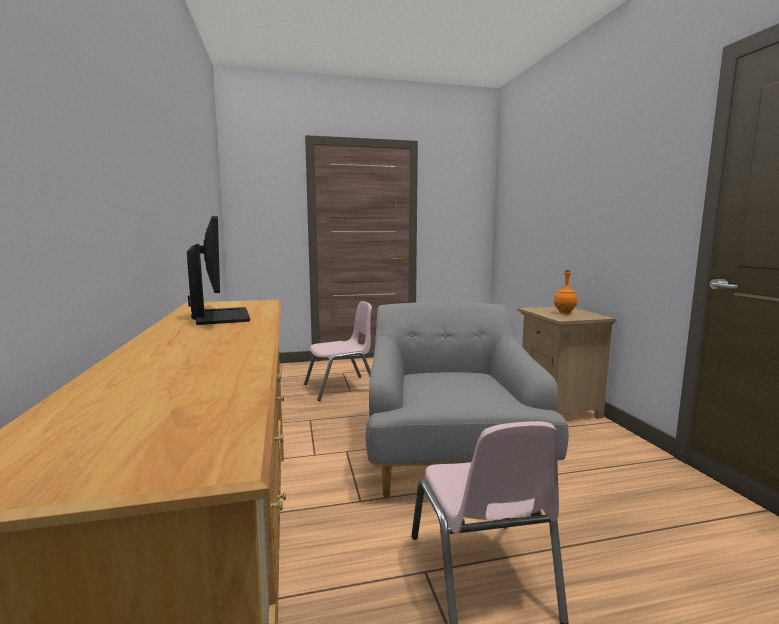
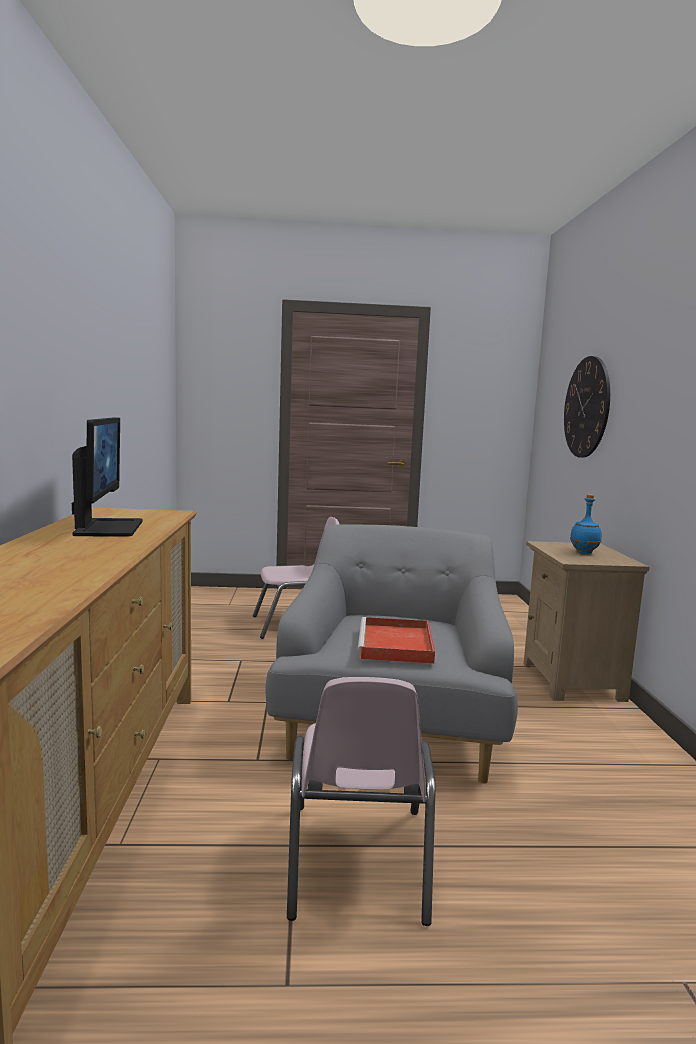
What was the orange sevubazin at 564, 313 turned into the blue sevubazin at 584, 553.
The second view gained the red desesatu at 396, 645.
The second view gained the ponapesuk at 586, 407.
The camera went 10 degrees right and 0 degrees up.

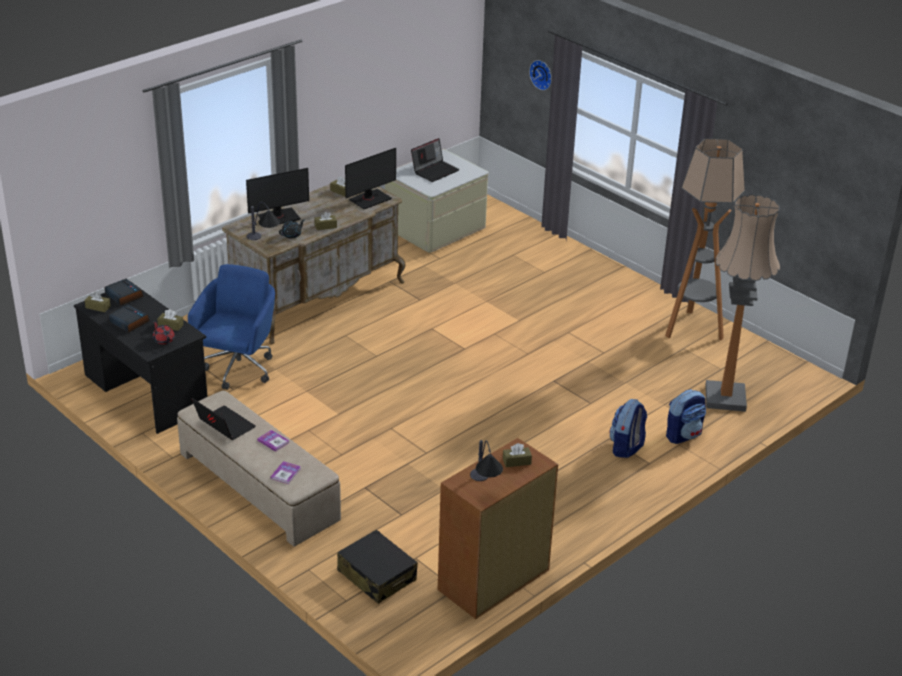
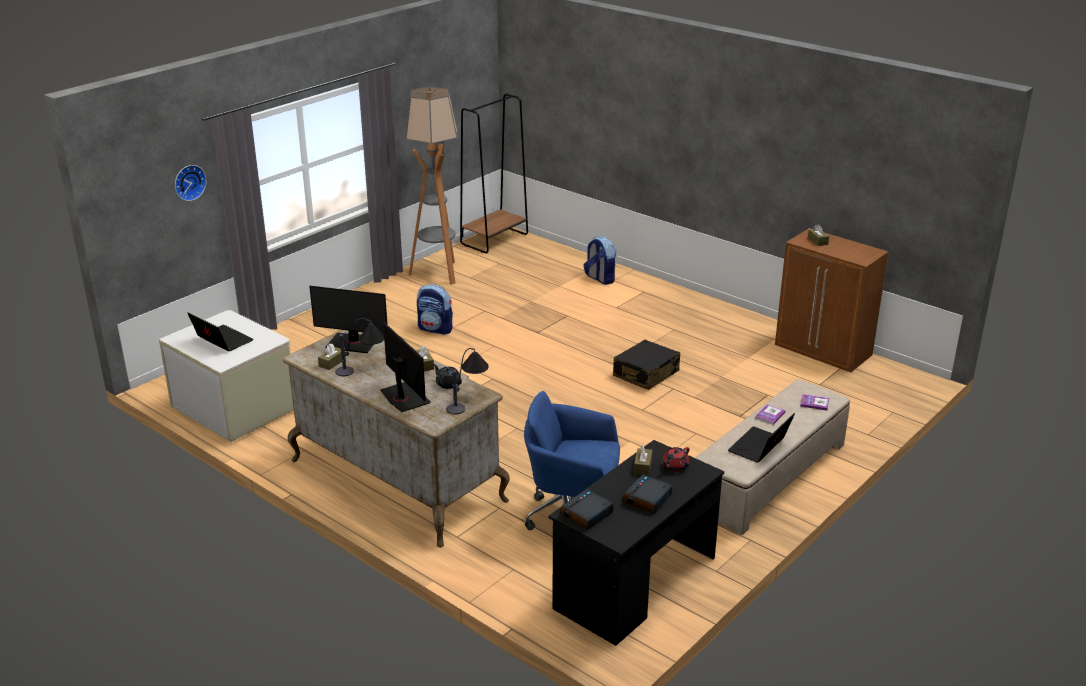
The second view lost the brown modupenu at 98, 307.
The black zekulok ended up elsewhere, having gone from 376, 575 to 645, 374.
The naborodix at 370, 199 ended up facing another way, 150 degrees clockwise from before.
The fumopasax ended up elsewhere, having gone from 484, 487 to 363, 368.
The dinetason ended up elsewhere, having gone from 626, 447 to 436, 329.
The second view lost the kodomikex at 725, 398.
The second view gained the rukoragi at 494, 239.
The camera went 95 degrees left and 5 degrees down.

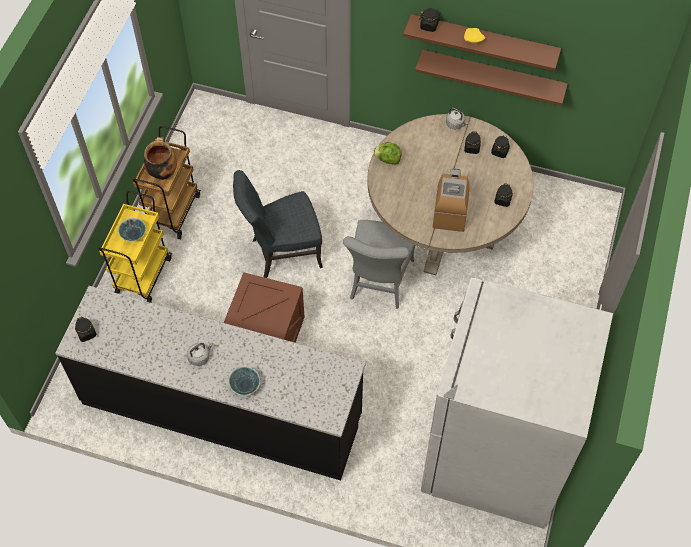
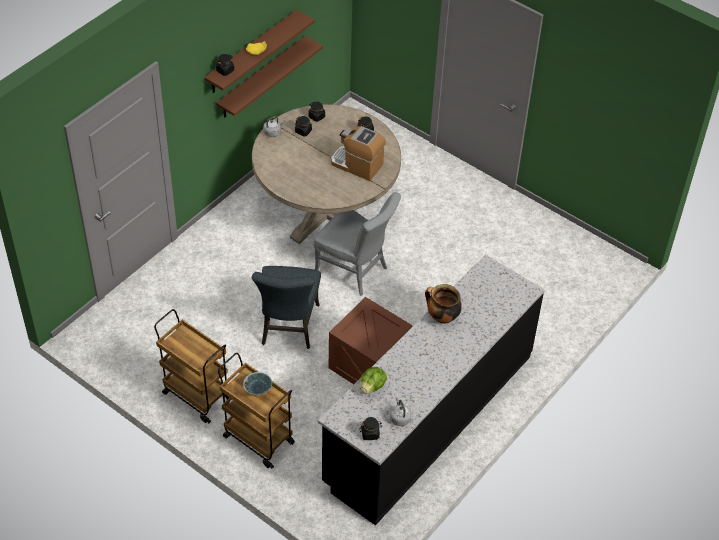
What was the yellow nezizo at 143, 276 turned into the brown nezizo at 258, 439.
The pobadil ended up elsewhere, having gone from 162, 172 to 442, 317.
The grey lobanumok ended up elsewhere, having gone from 200, 357 to 399, 418.
The second view lost the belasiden at 245, 386.
The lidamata ended up elsewhere, having gone from 387, 159 to 372, 387.
The second view lost the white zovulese at 494, 458.
The camera went 70 degrees left and 10 degrees down.

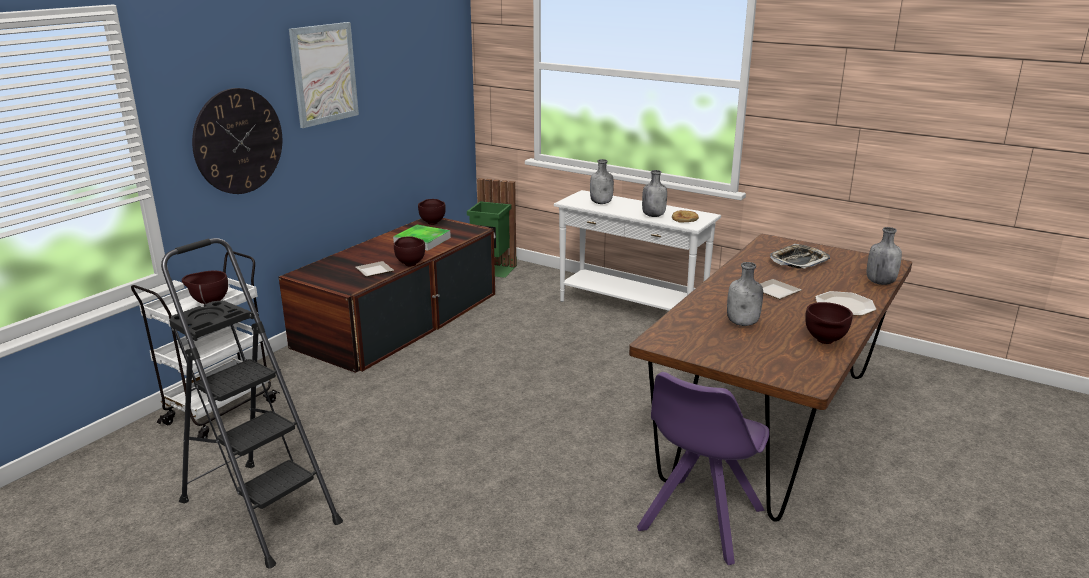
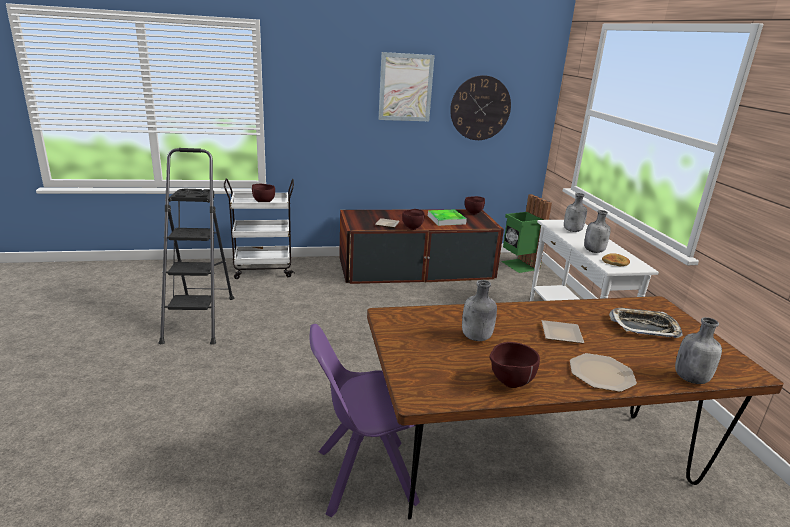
The ponapesuk ended up elsewhere, having gone from 238, 141 to 480, 108.
The camera went 45 degrees right and 0 degrees up.

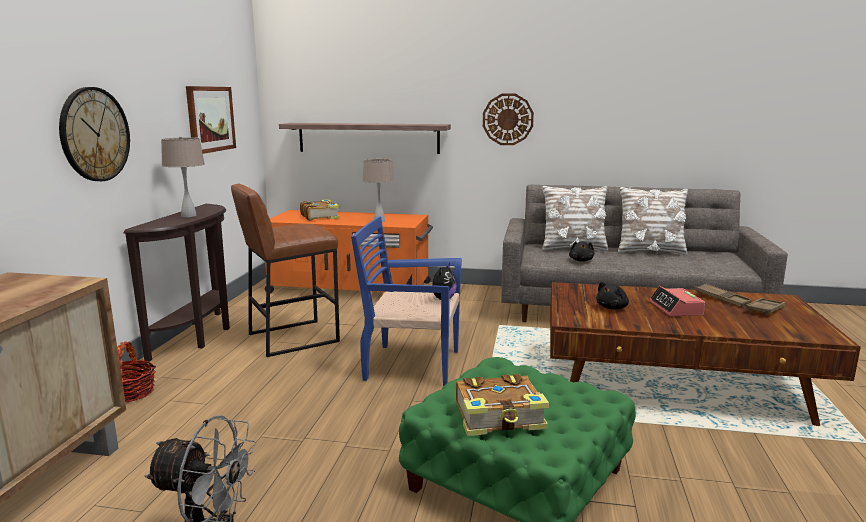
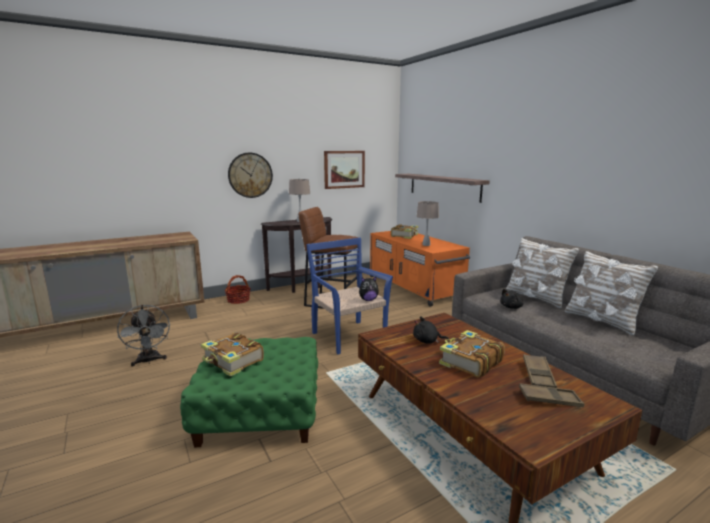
The second view lost the ponapesuk at 508, 119.
Where the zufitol stood at 676, 309, the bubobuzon came to stand at 470, 362.
The camera went 50 degrees right and 0 degrees up.

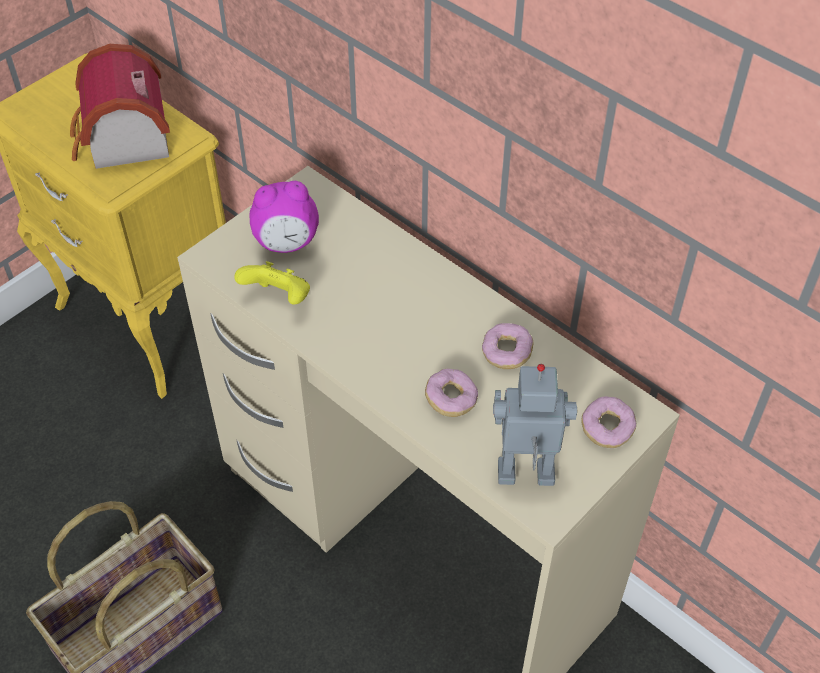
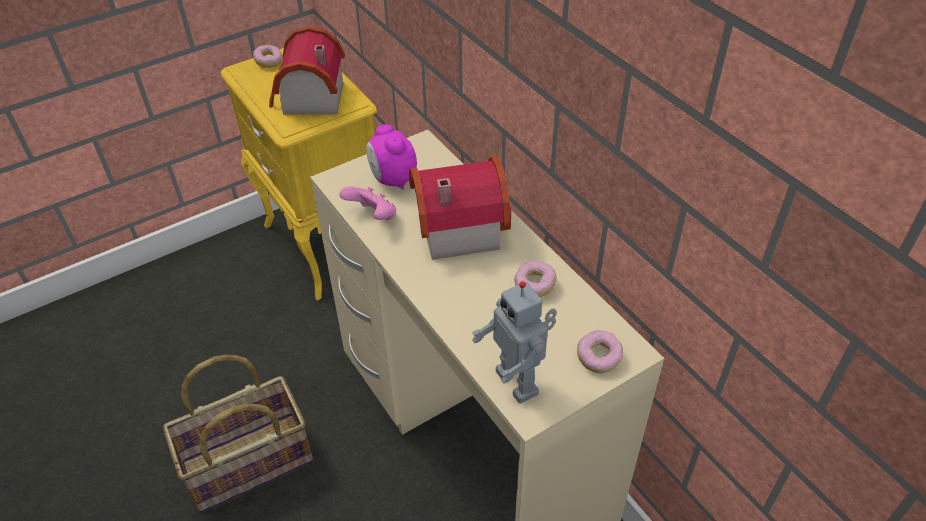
What was the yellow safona at 278, 298 turned into the pink safona at 372, 216.
The zufitol at 287, 243 ended up facing another way, 60 degrees clockwise from before.
The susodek ended up elsewhere, having gone from 451, 400 to 269, 62.
The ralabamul at 525, 477 ended up facing another way, 135 degrees counterclockwise from before.
The second view gained the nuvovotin at 455, 226.
The camera went 15 degrees right and 5 degrees down.

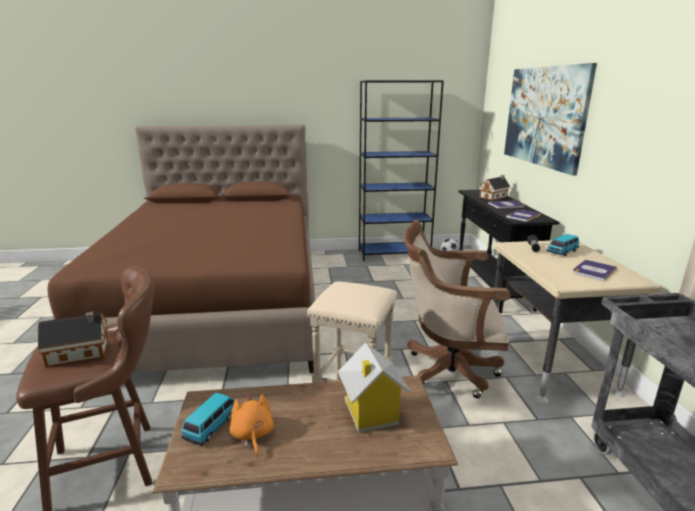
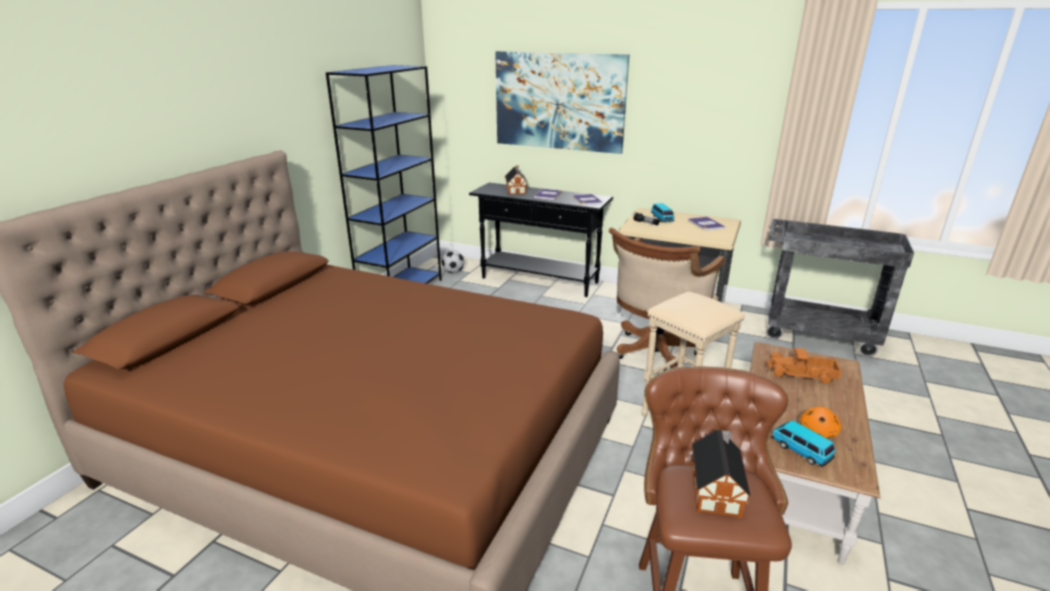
The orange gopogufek at 252, 435 ended up facing another way, 75 degrees counterclockwise from before.
Where the nuvovotin stood at 370, 413, the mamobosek came to stand at 801, 374.
The camera went 60 degrees left and 5 degrees up.

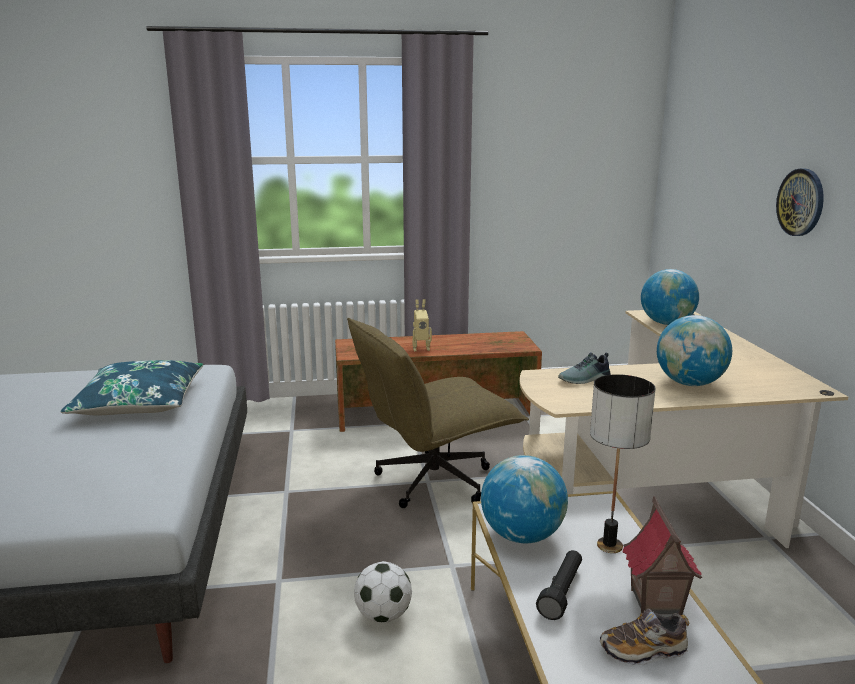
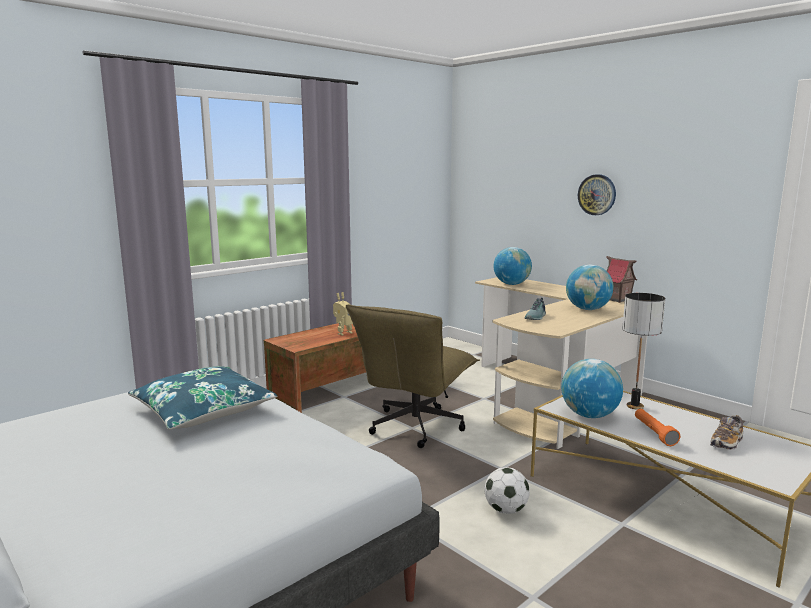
What was the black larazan at 561, 592 turned into the orange larazan at 654, 433.
The nuvovotin ended up elsewhere, having gone from 655, 602 to 617, 300.
The camera went 35 degrees left and 5 degrees down.

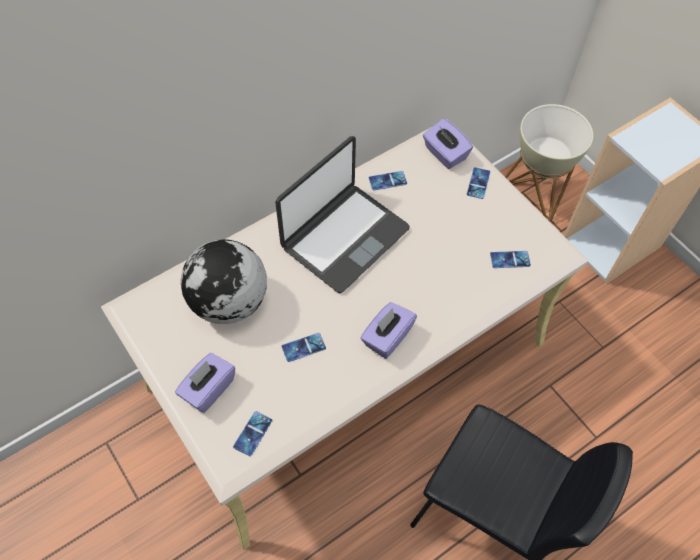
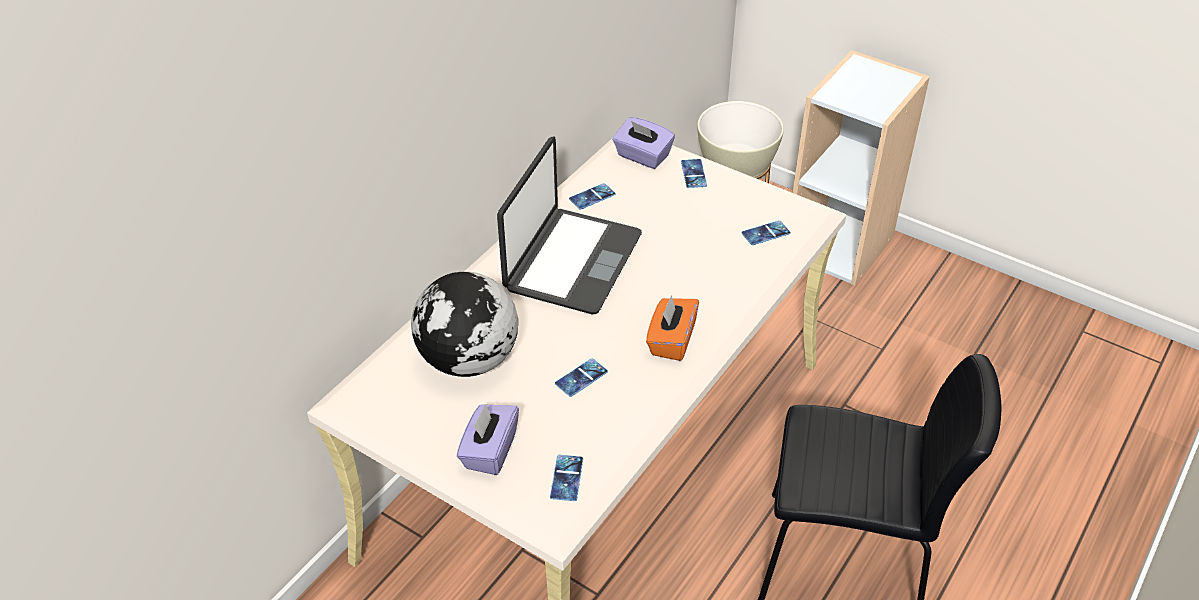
What was the purple modupenu at 387, 337 turned into the orange modupenu at 671, 341.
The camera went 20 degrees left and 15 degrees down.

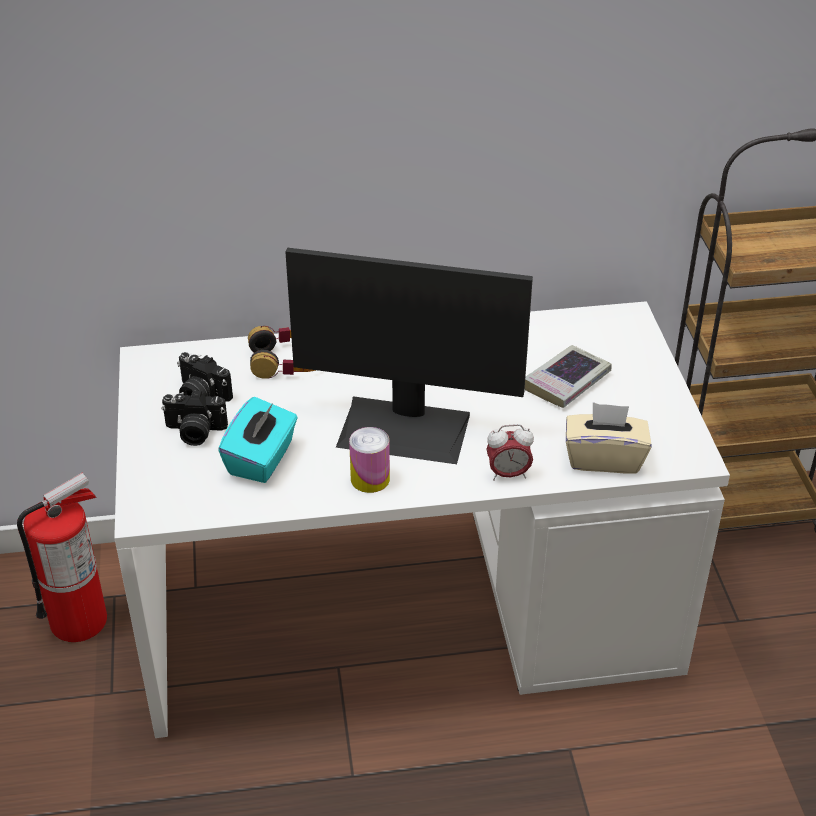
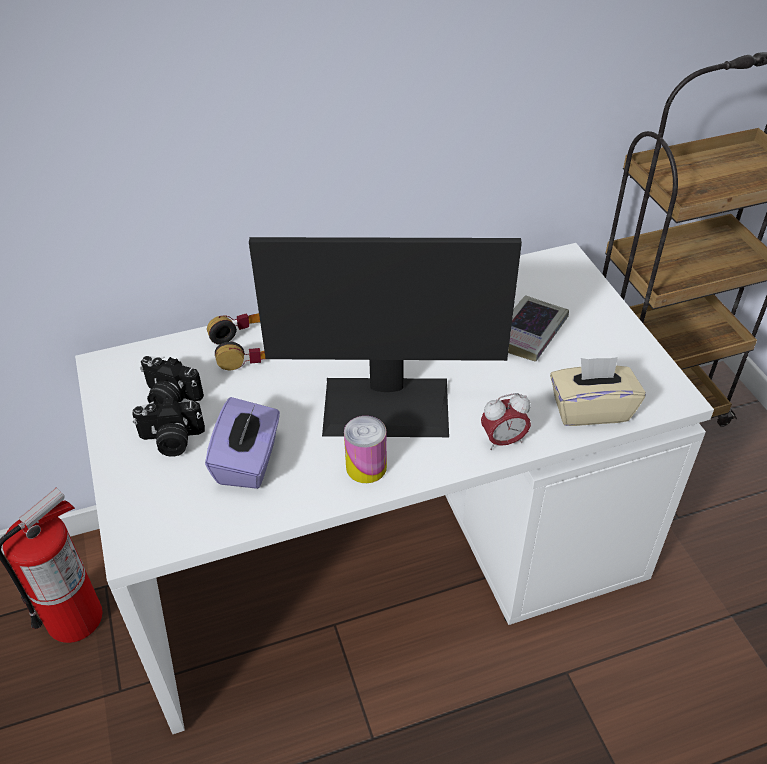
What was the turquoise modupenu at 261, 459 turned into the purple modupenu at 248, 461.
The camera went 10 degrees left and 5 degrees up.

